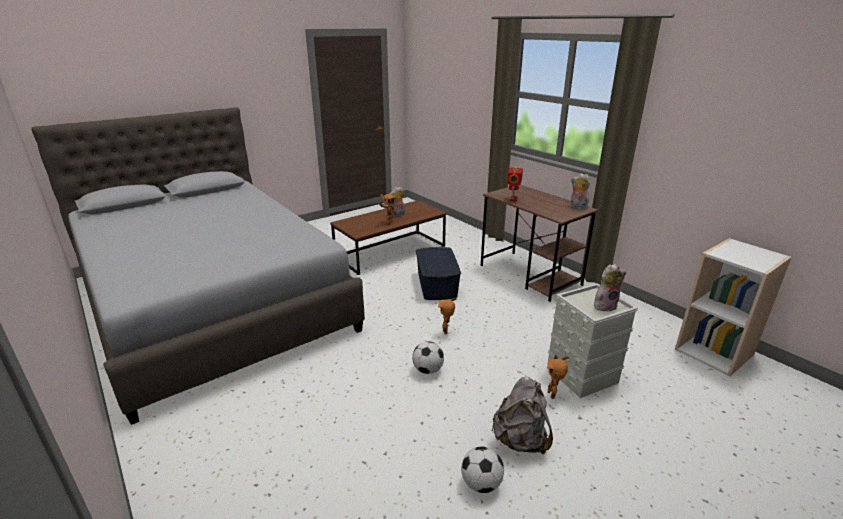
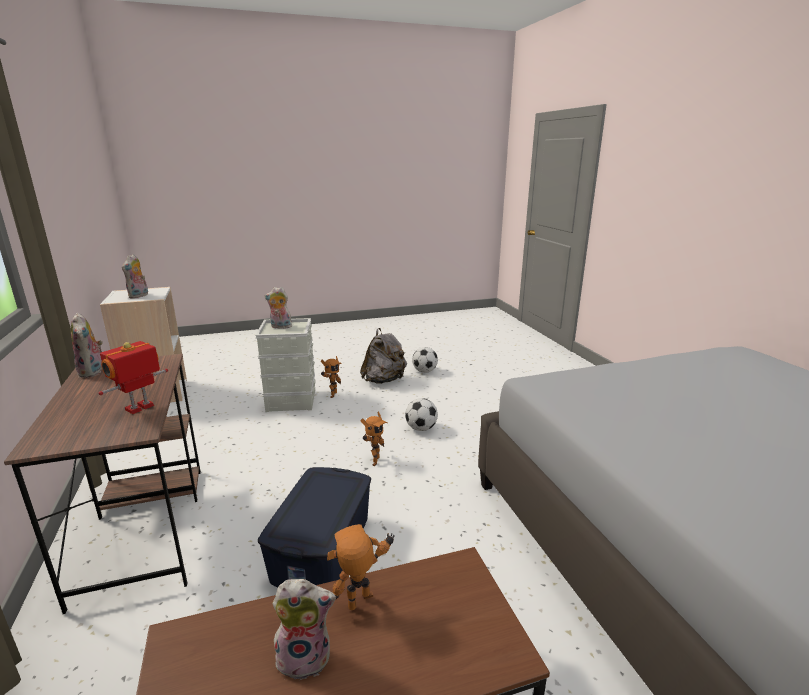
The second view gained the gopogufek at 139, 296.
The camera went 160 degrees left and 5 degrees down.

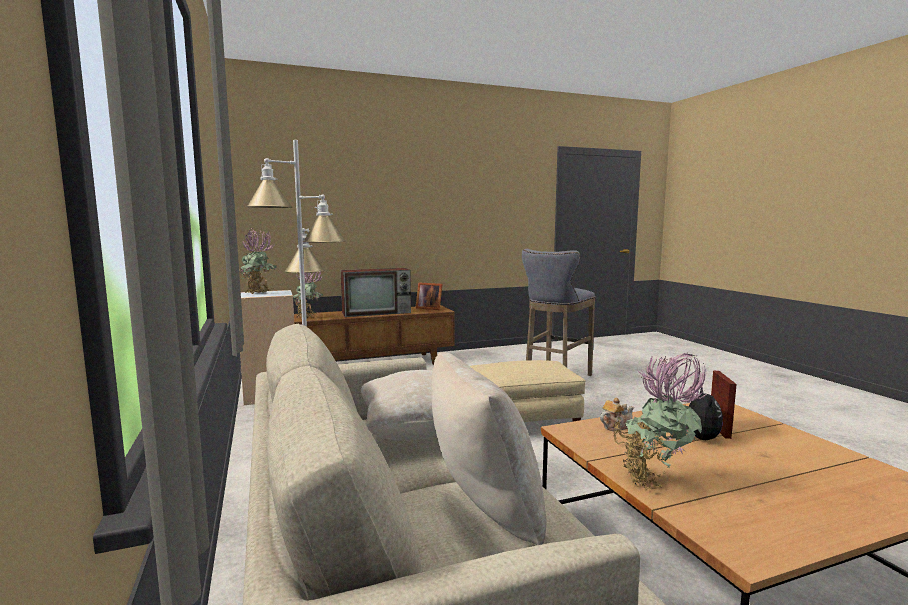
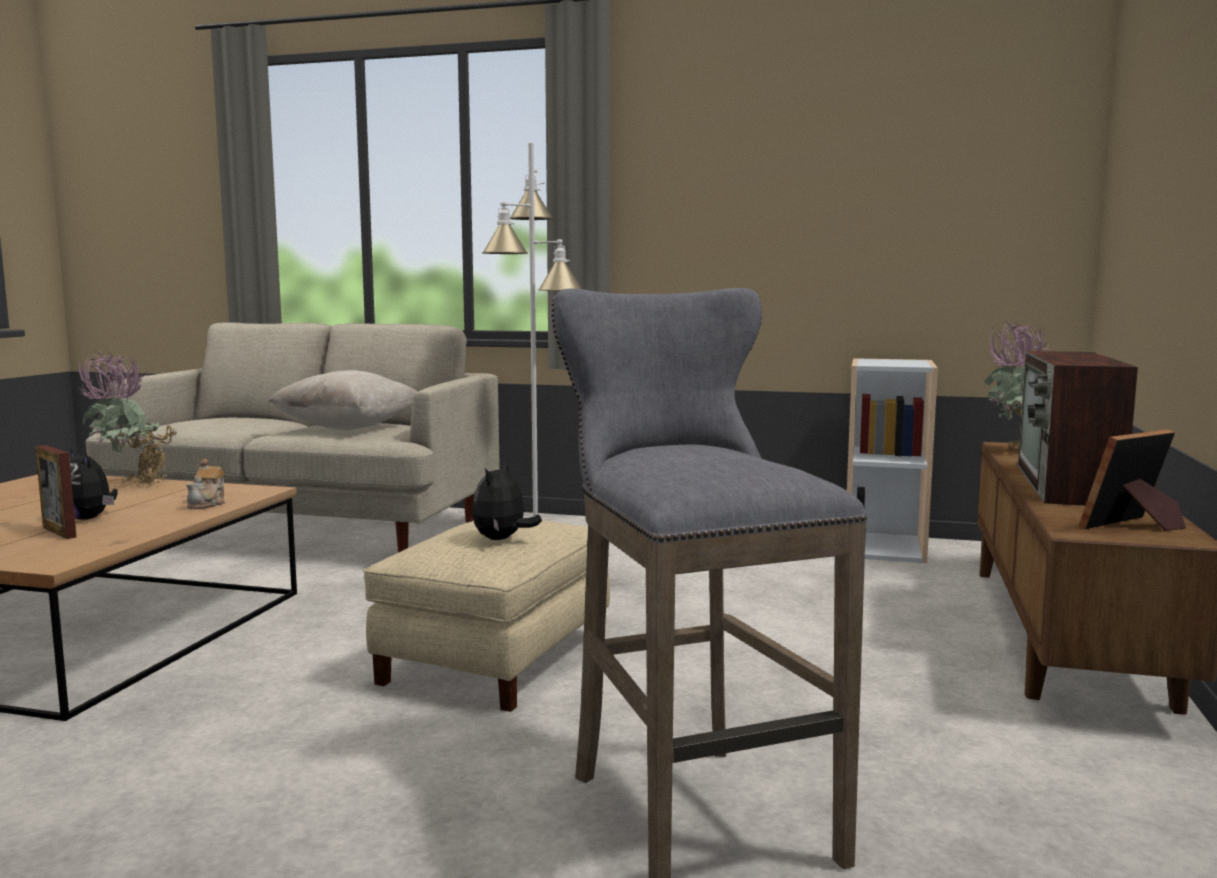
The second view lost the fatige at 259, 294.
The second view lost the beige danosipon at 482, 506.
The second view gained the gopogufek at 502, 539.
The camera went 125 degrees right and 0 degrees up.

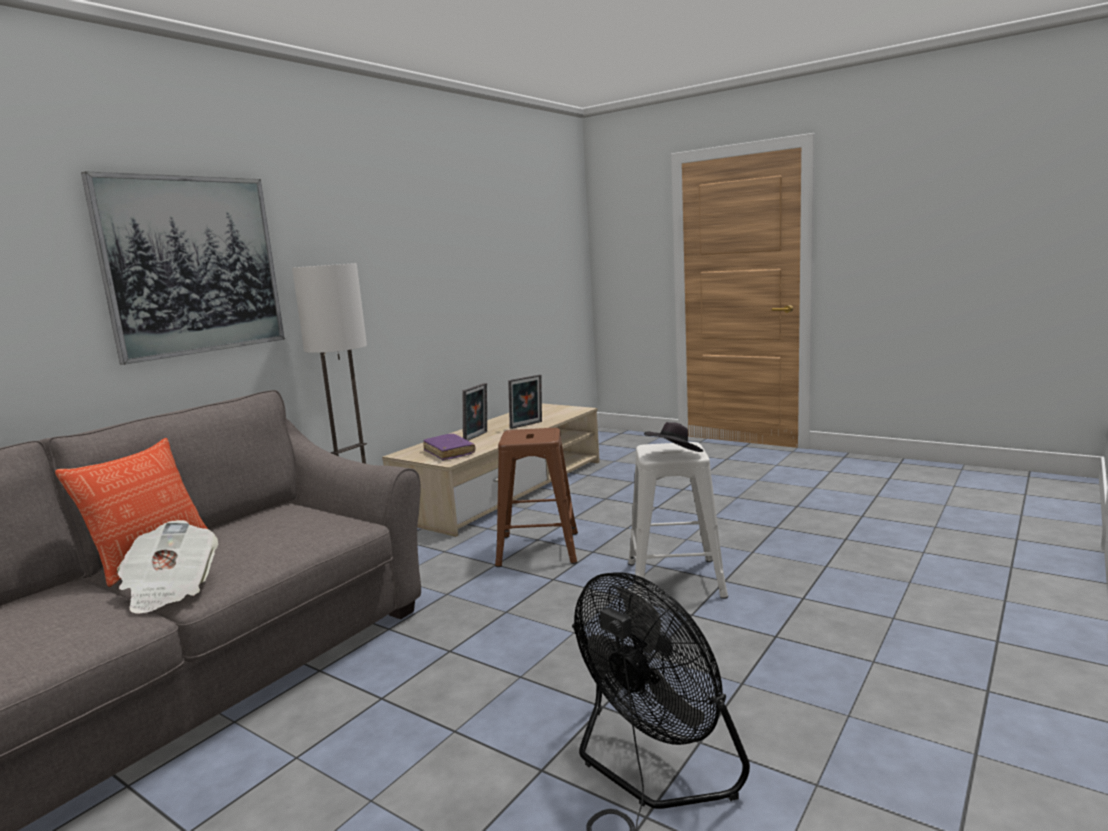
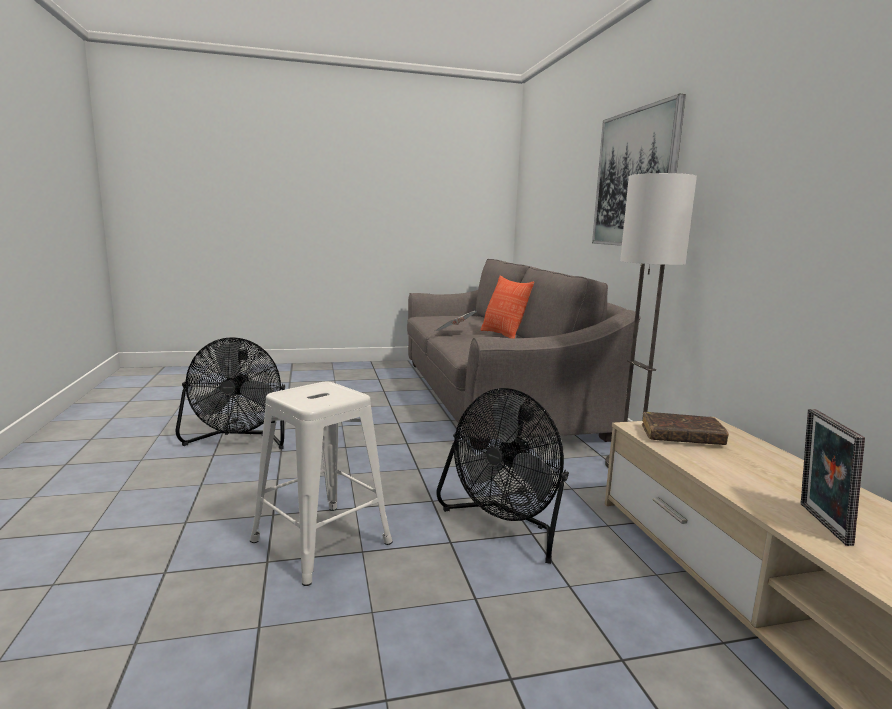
What was the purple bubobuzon at 449, 452 turned into the brown bubobuzon at 681, 437.
The second view lost the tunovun at 477, 436.
Where the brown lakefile stood at 538, 549, the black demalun came to stand at 505, 522.
The second view lost the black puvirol at 674, 456.
The camera went 130 degrees right and 0 degrees up.

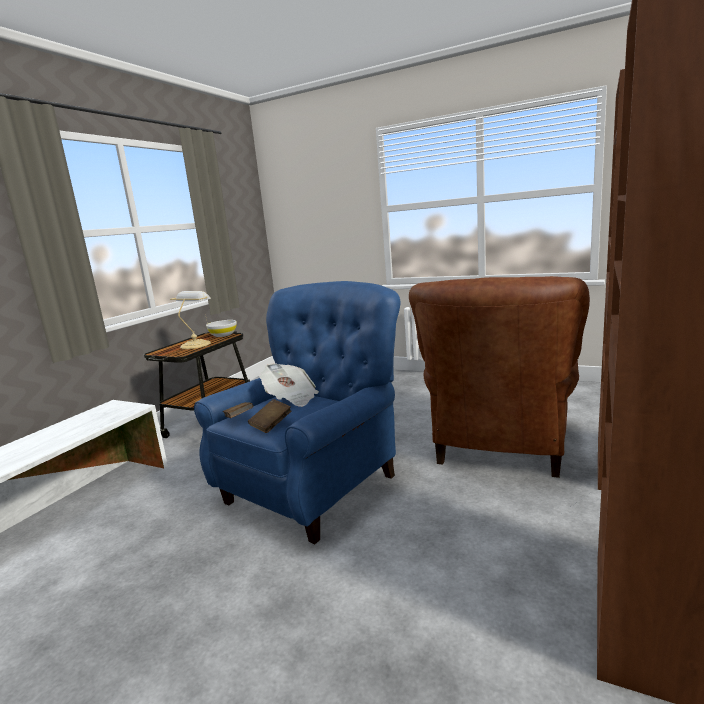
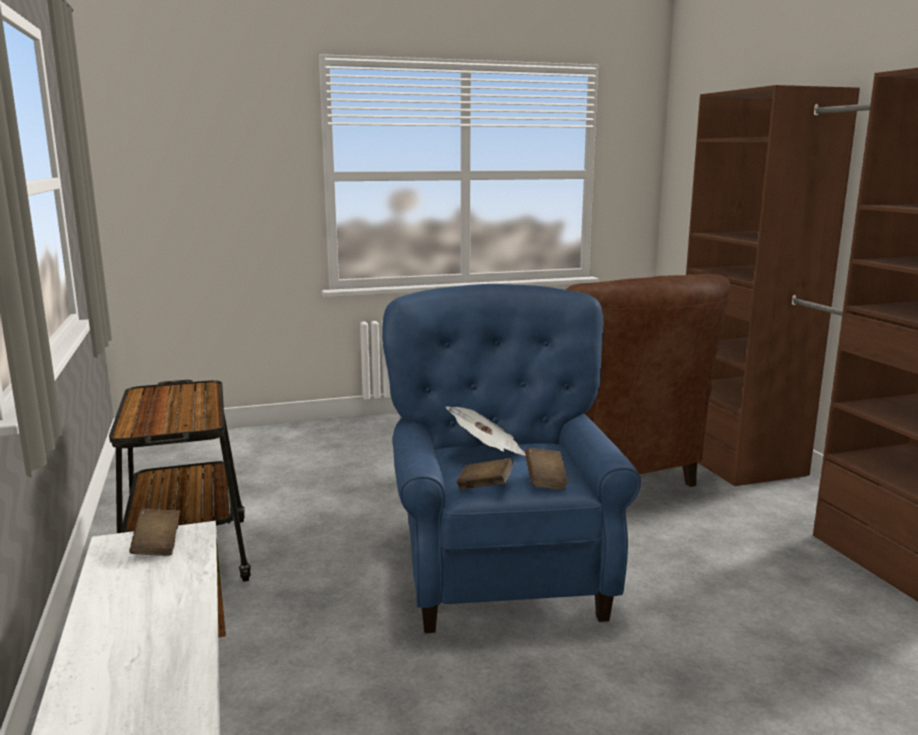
The second view lost the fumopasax at 196, 344.
The second view lost the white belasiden at 223, 335.
The second view gained the brown bubobuzon at 157, 545.
The camera went 45 degrees left and 0 degrees up.

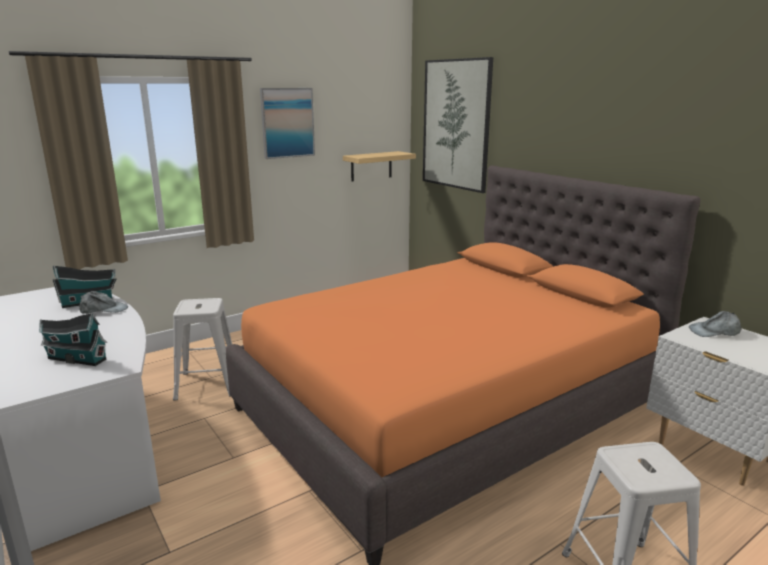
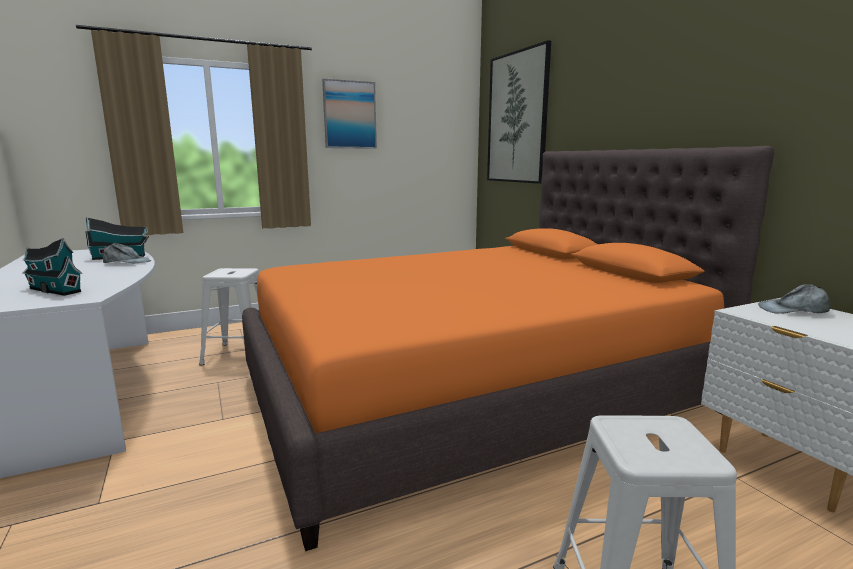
The second view lost the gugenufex at 371, 166.
The camera went 10 degrees right and 5 degrees down.

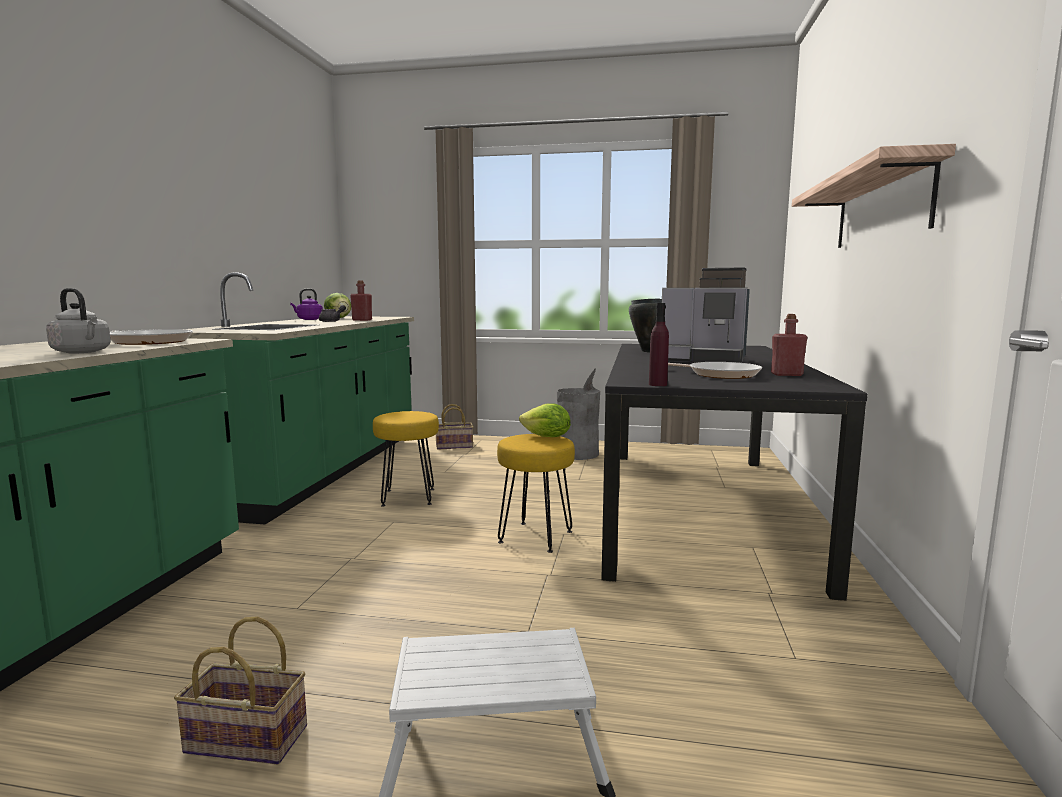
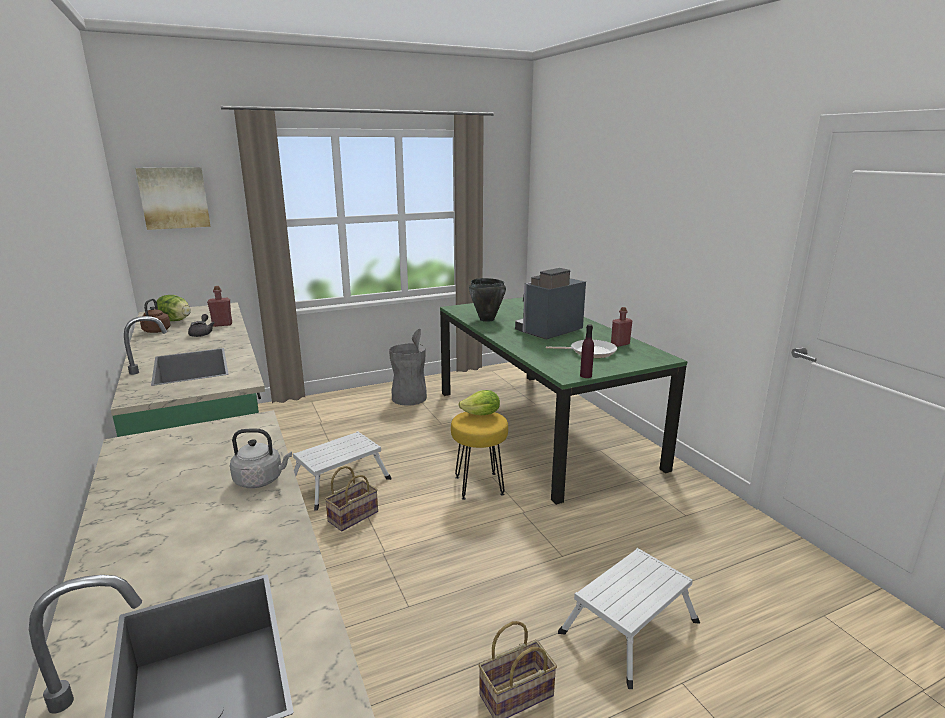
The second view lost the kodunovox at 148, 342.
What was the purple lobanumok at 308, 319 turned into the brown lobanumok at 155, 331.
Where the yellow lakefile stood at 409, 497, the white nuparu came to stand at 340, 481.
The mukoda ended up elsewhere, having gone from 455, 446 to 353, 515.
What was the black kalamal at 699, 508 turned into the green kalamal at 542, 427.
The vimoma at 706, 361 ended up facing another way, 150 degrees clockwise from before.
The second view lost the gugenufex at 880, 208.
The second view gained the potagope at 174, 198.
The camera went 35 degrees left and 10 degrees up.

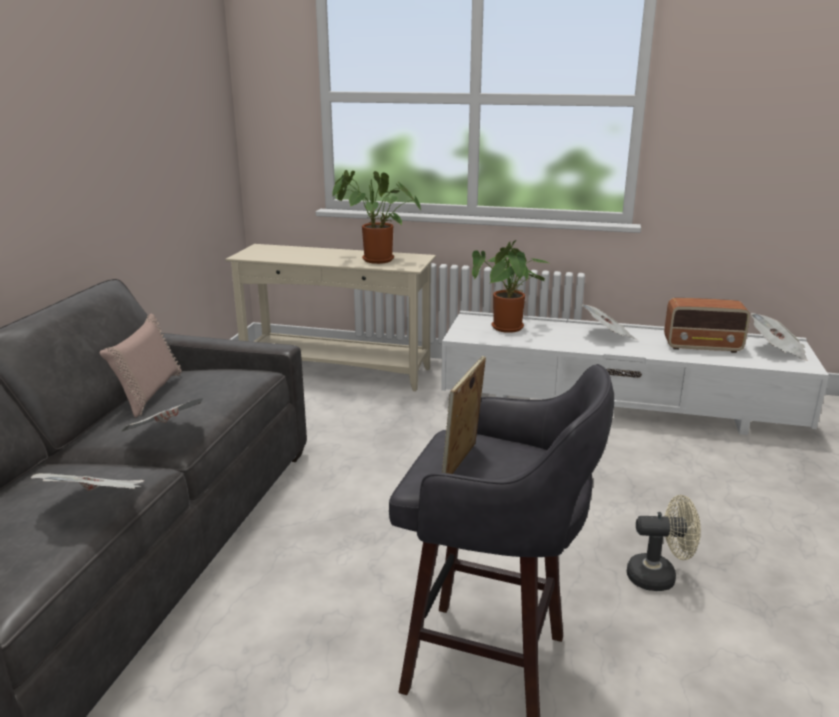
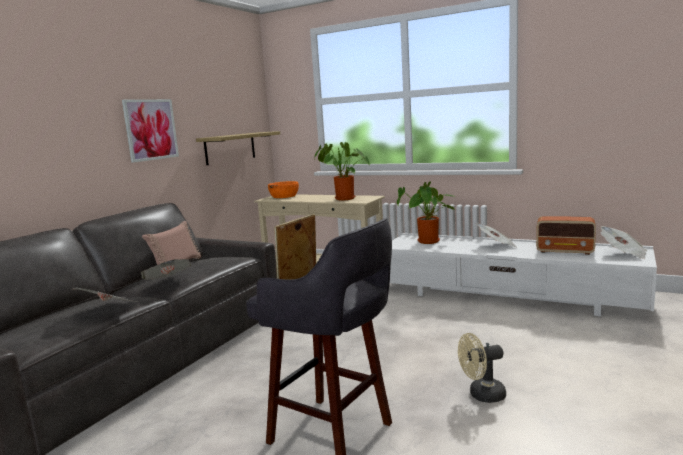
The beige demalun at 659, 577 ended up facing another way, 150 degrees clockwise from before.
The second view gained the potagope at 150, 129.
The second view gained the gugenufex at 230, 148.
The second view gained the orange belasiden at 284, 196.
The camera went 15 degrees right and 10 degrees down.

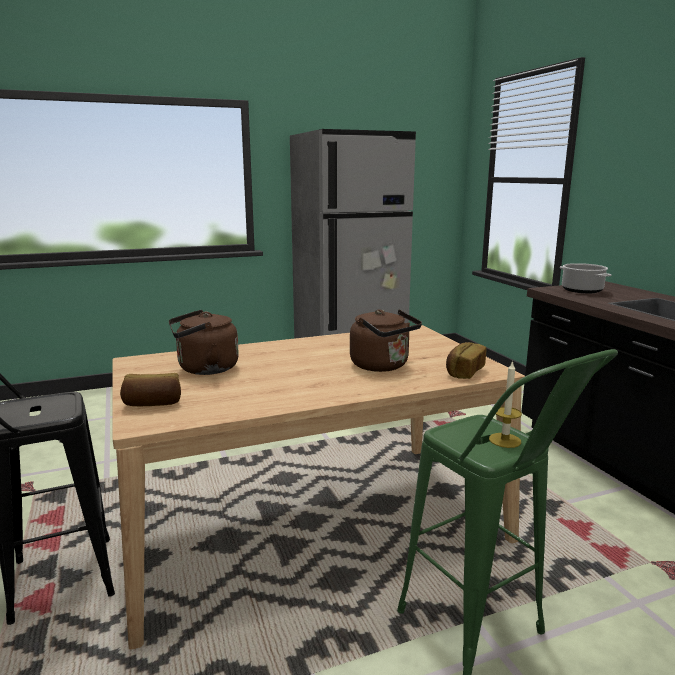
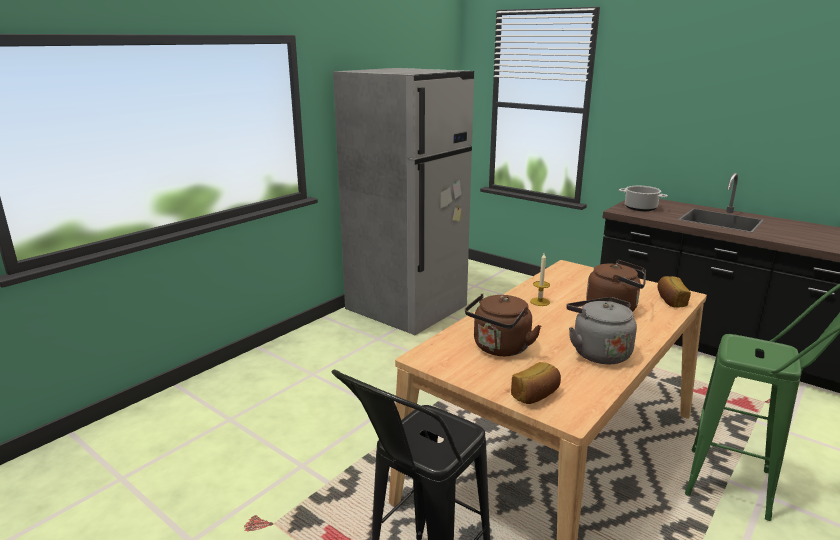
The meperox ended up elsewhere, having gone from 505, 440 to 540, 301.
The second view gained the grey lobanumok at 598, 352.
The camera went 30 degrees left and 5 degrees up.

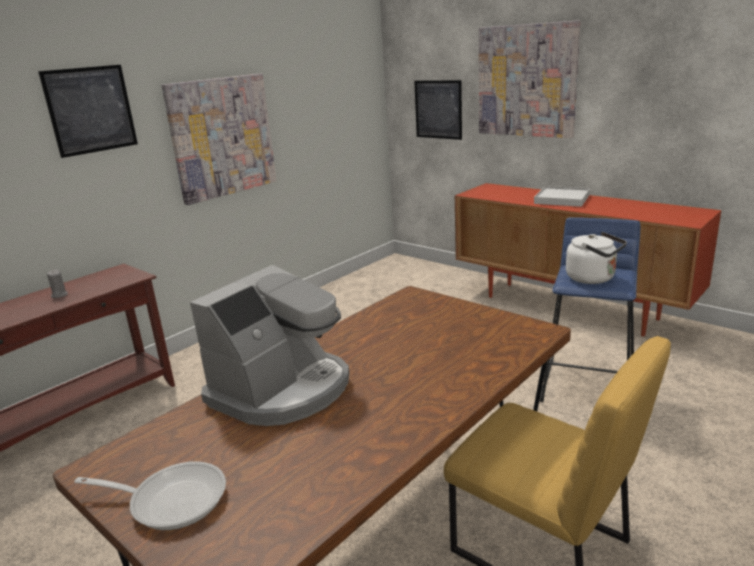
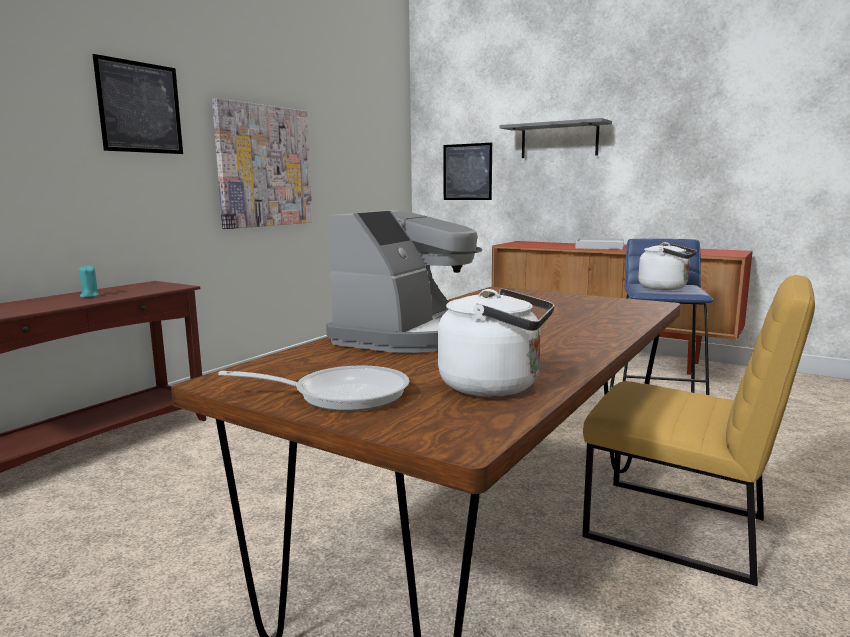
What was the grey meperox at 59, 295 turned into the turquoise meperox at 89, 296.
Where the potagope hung at 527, 81, the grey gugenufex came to hang at 559, 140.
The second view gained the white lobanumok at 496, 386.
The camera went 10 degrees left and 10 degrees down.

